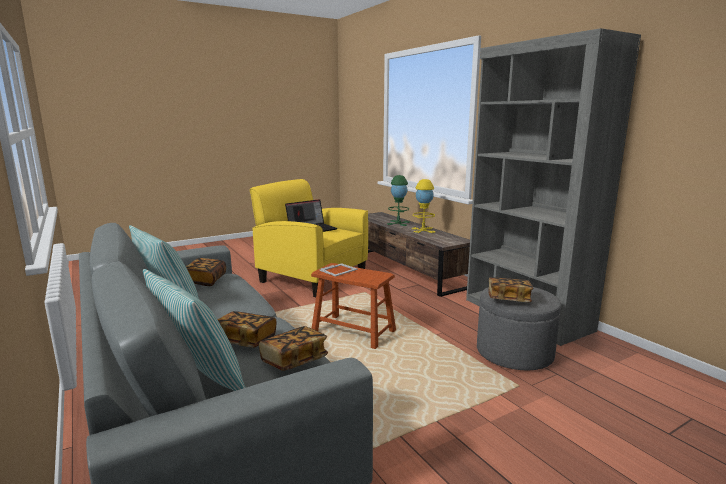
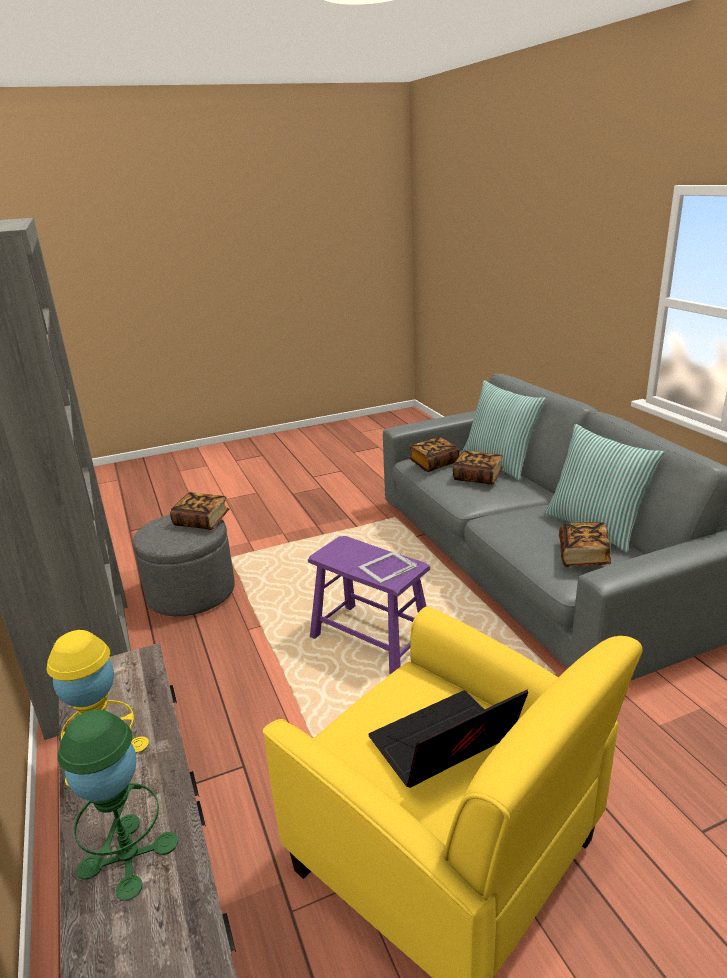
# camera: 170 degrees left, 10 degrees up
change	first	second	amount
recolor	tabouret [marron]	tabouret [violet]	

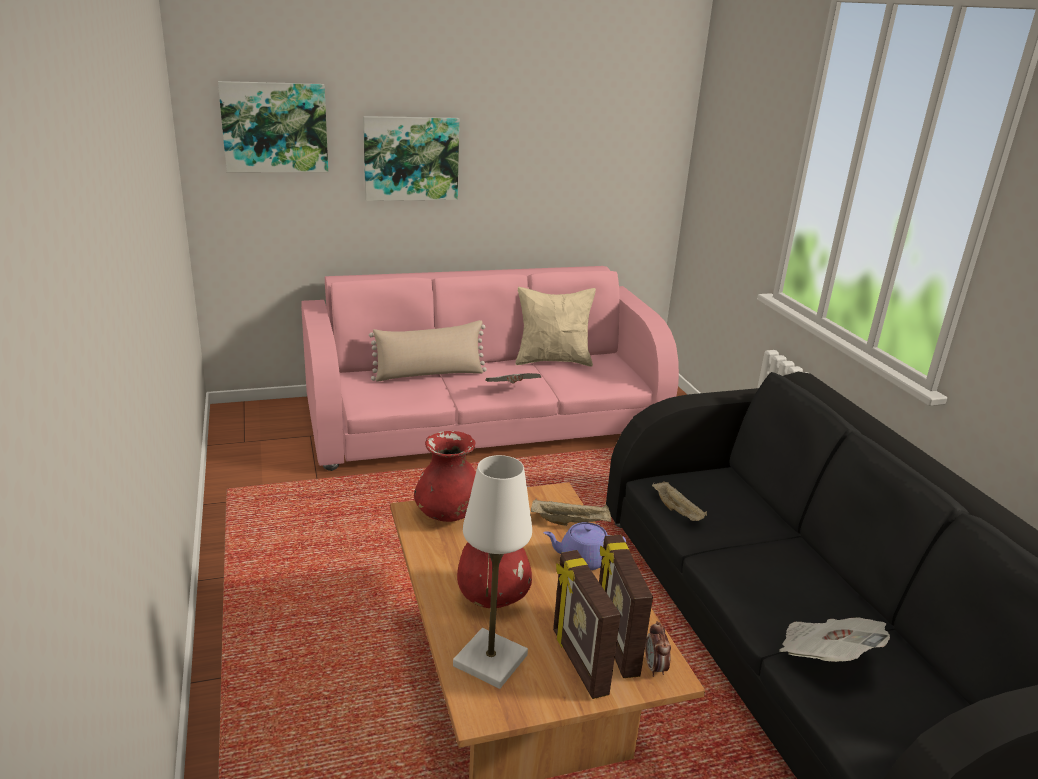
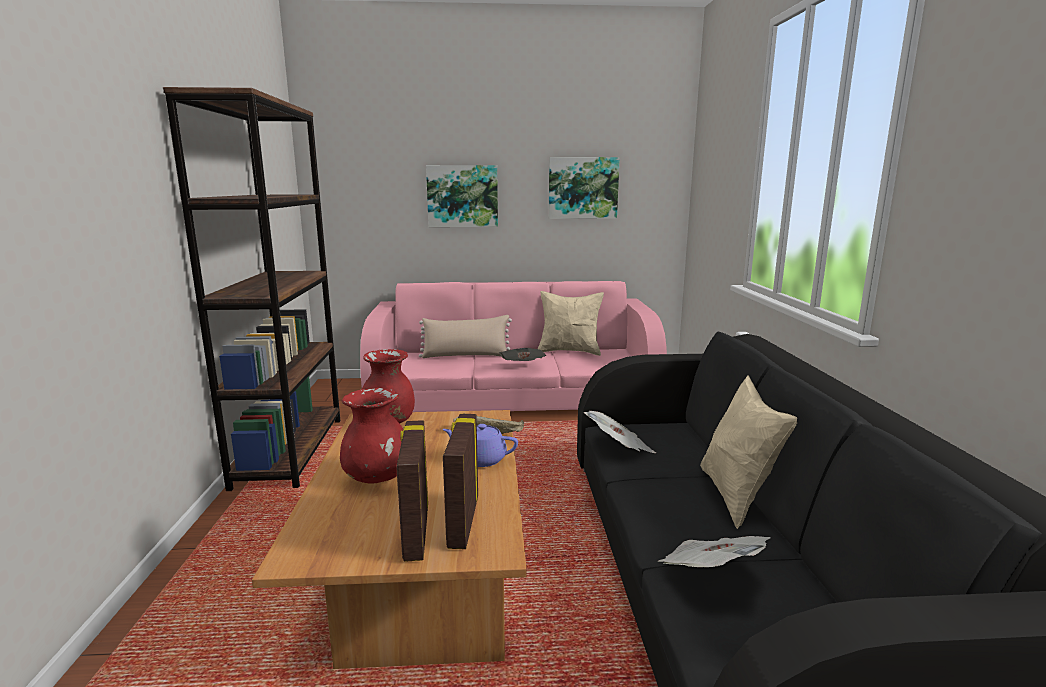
# camera: 15 degrees right, 10 degrees down
change	first	second	amount
delete	lampe de table [blanc]		
delete	réveil		
insert		bibliothèque [marron]	
insert		coussin [beige] (3rd from left)	
move	tableau (1st from left in the first image)	tableau (2nd from left)	
replace	plateau [beige] (2nd from left)	journal (2nd from left)	

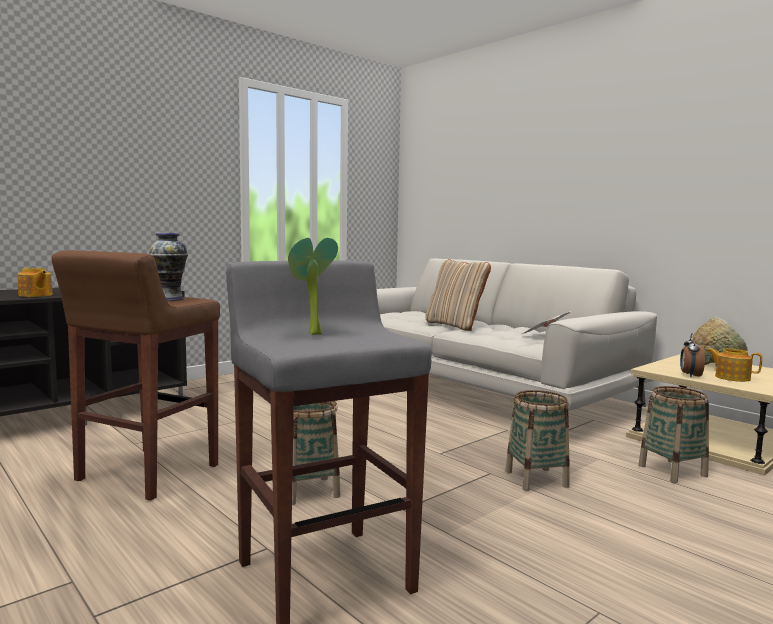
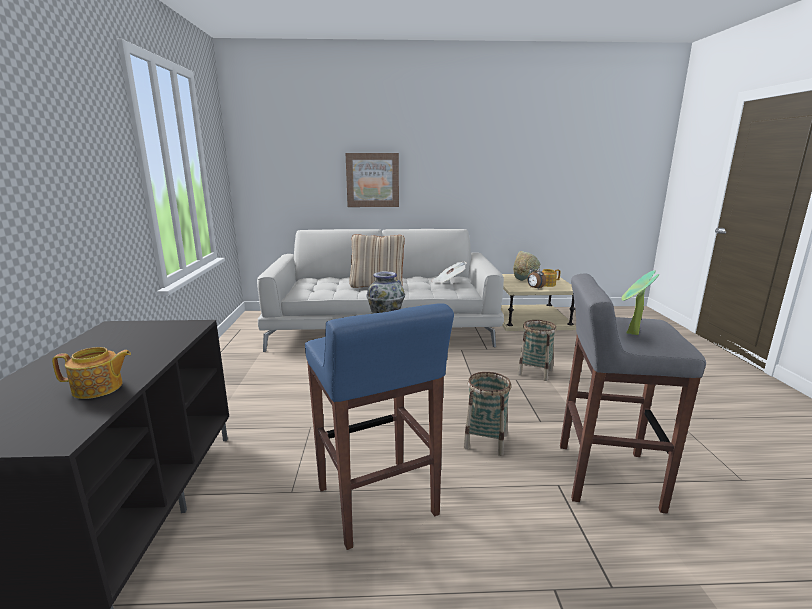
# camera: 50 degrees left, 10 degrees up
change	first	second	amount
delete	panier (3rd from left)		
insert		tableau	
recolor	tabouret [marron]	tabouret [bleu]	

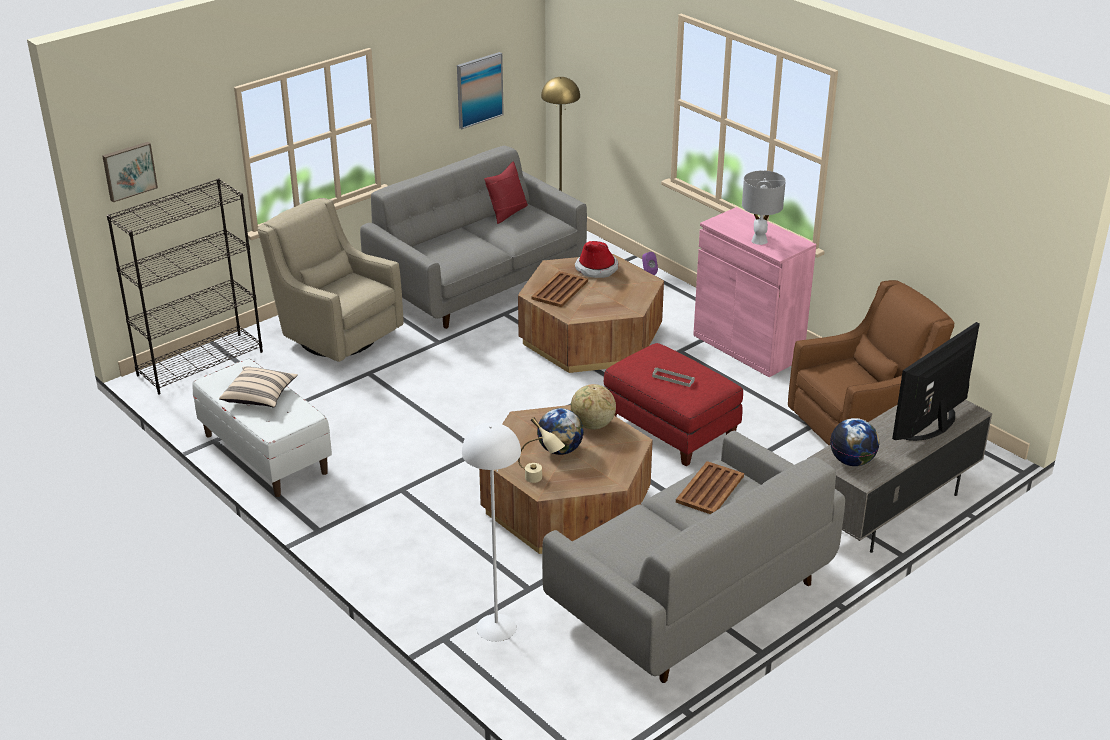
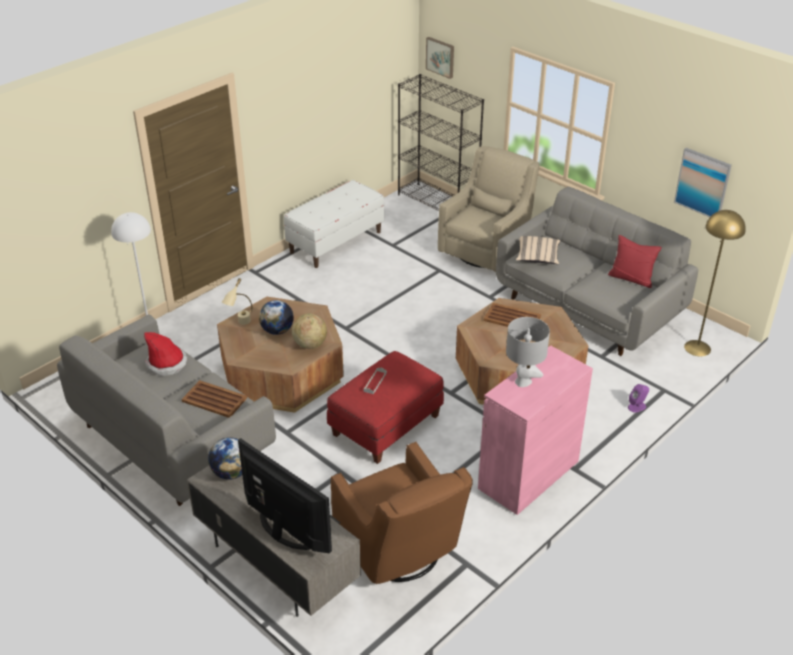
# camera: 85 degrees right, 5 degrees up
change	first	second	amount
move	coussin [beige]		
move	chapeau		

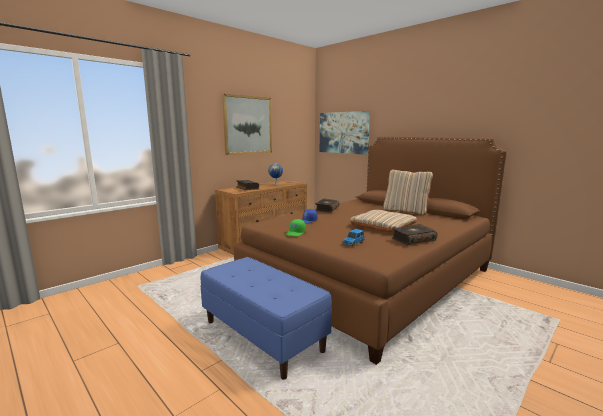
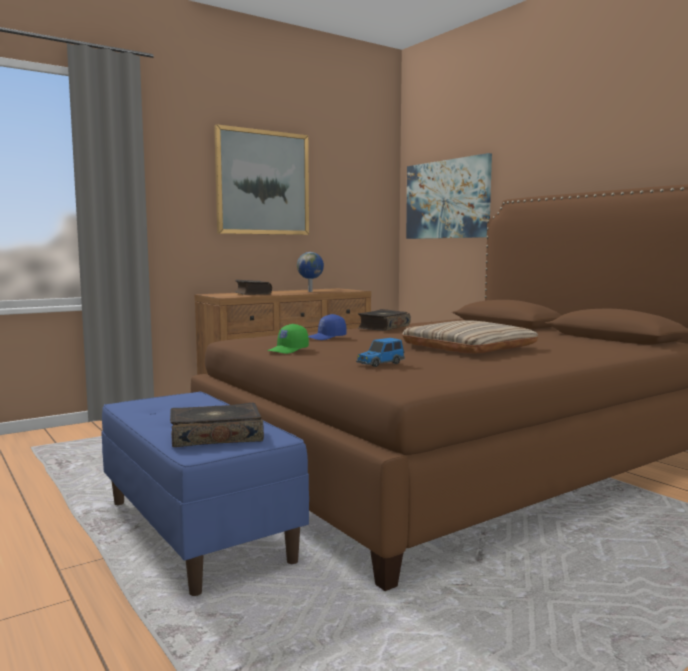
# camera: 10 degrees right, 5 degrees down
change	first	second	amount
delete	coussin [beige] (2nd from left)		
move	livre (3rd from left in the first image)	livre (1st from left)	

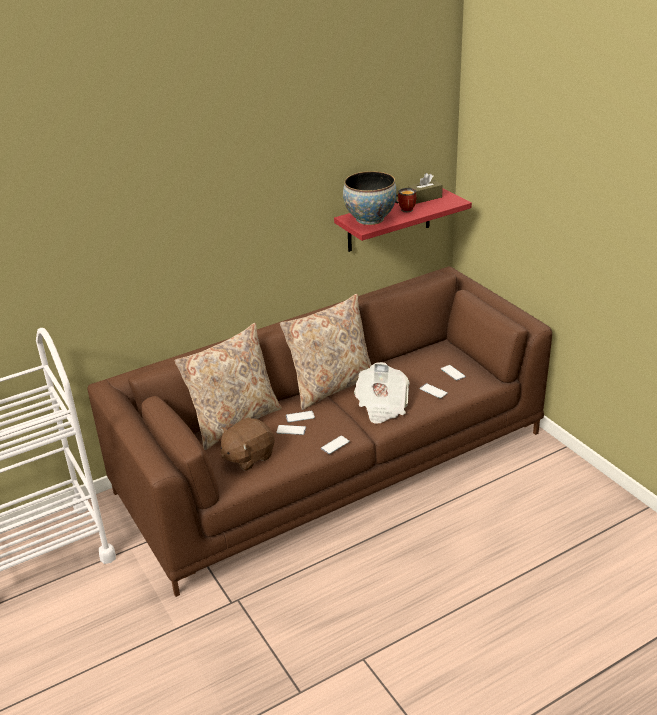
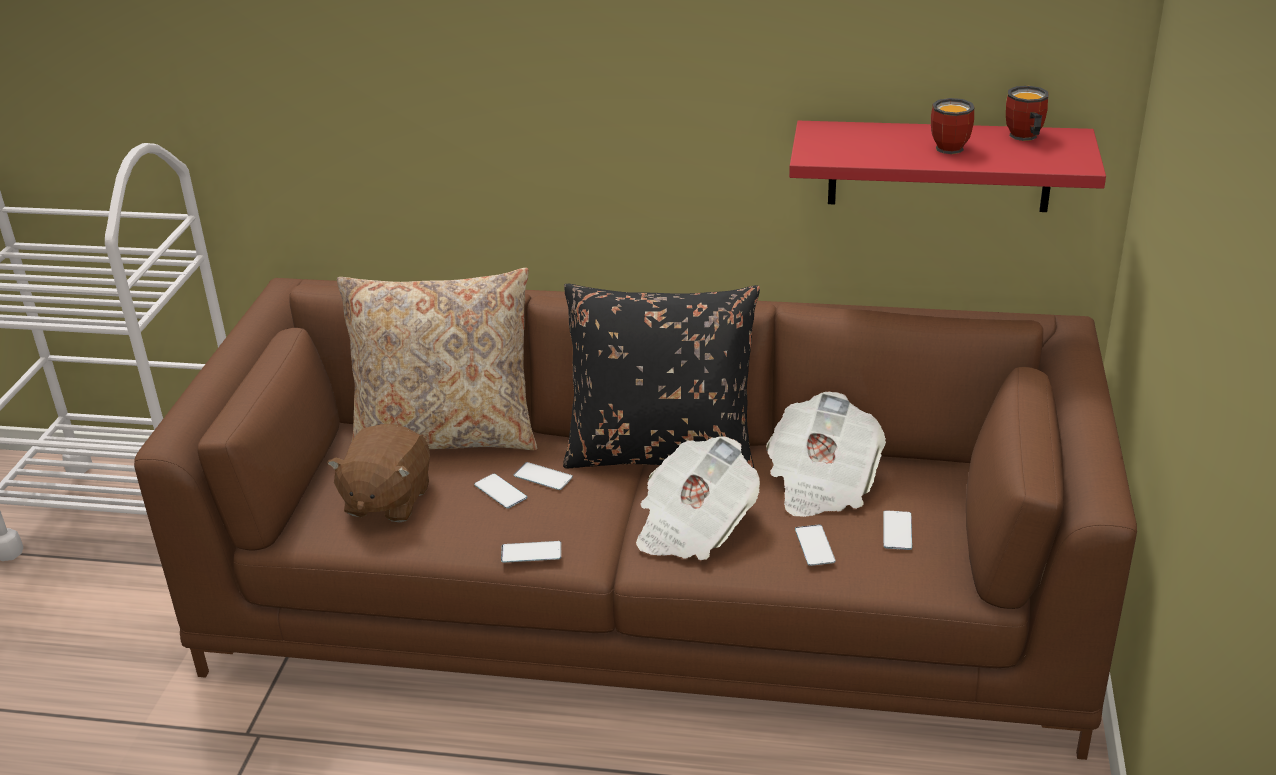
# camera: 40 degrees right, 0 degrees up
change	first	second	amount
delete	bol		
insert		journal (2nd from left)	
replace	boîte à mouchoirs [marron]	mug (2nd from left)	
recolor	coussin [beige] (2nd from left)	coussin [noir]	
rotate	peluche [marron]		75 degrees counterclockwise

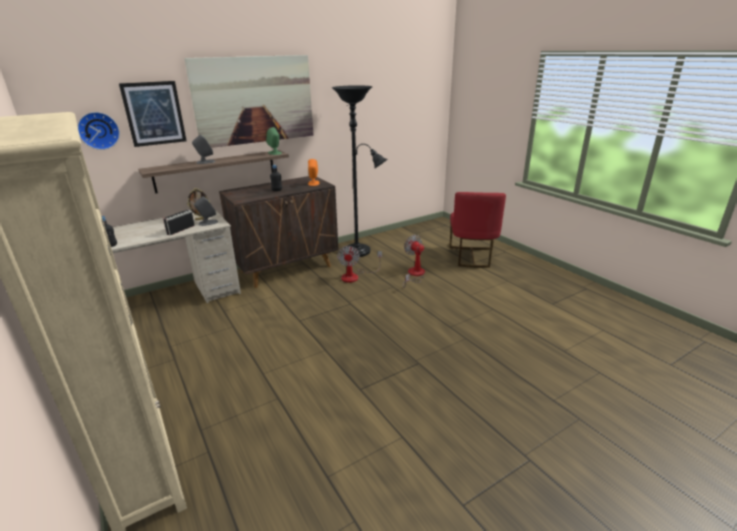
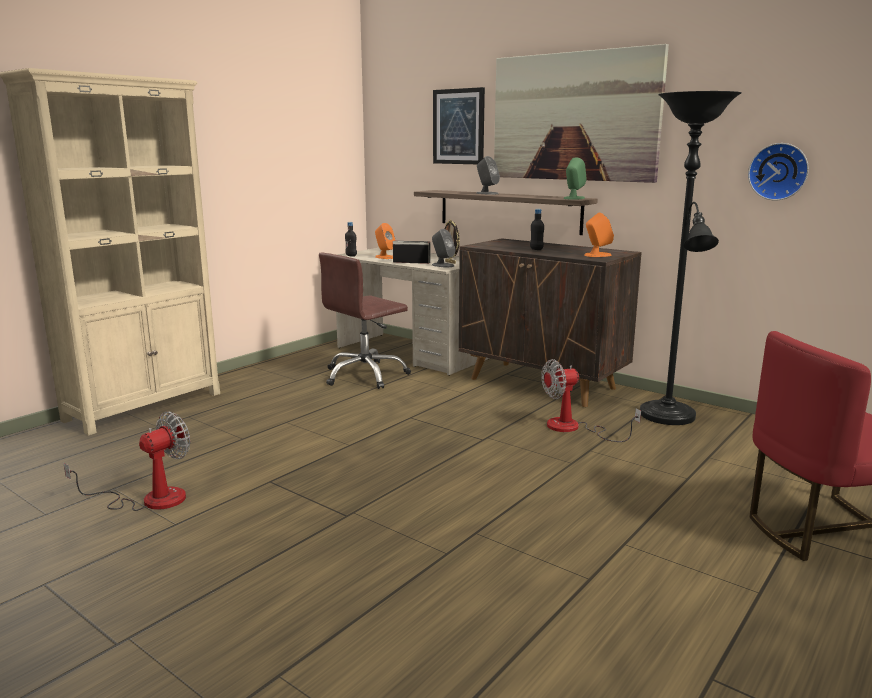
# camera: 70 degrees right, 10 degrees down
change	first	second	amount
insert		chaise de bureau [marron]	
insert		enceinte [orange] (1st from left)	
move	horloge murale		
move	ventilateur (2nd from left in the first image)	ventilateur (1st from left)	

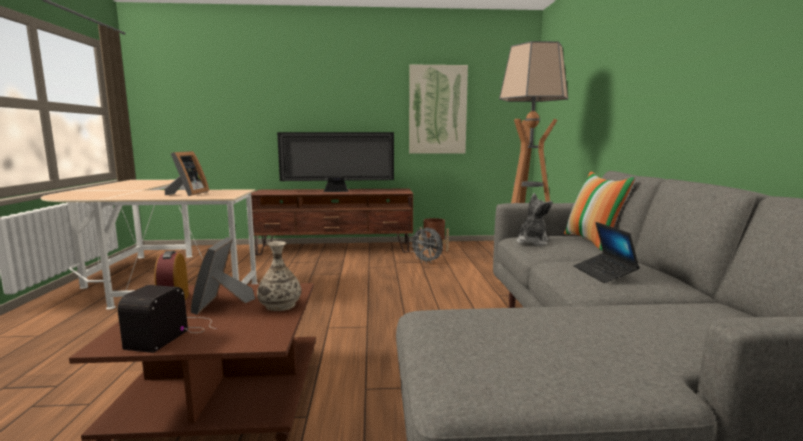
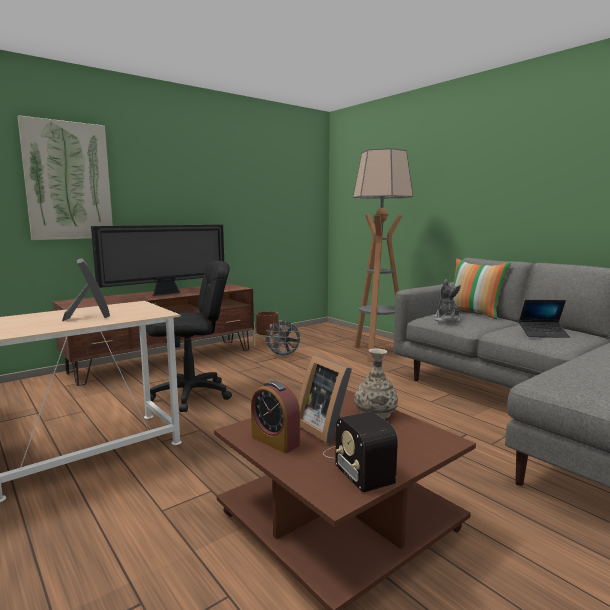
# camera: 35 degrees left, 0 degrees up
change	first	second	amount
insert		chaise de bureau [noir]	
move	tableau		
rotate	ordinateur portable		45 degrees counterclockwise

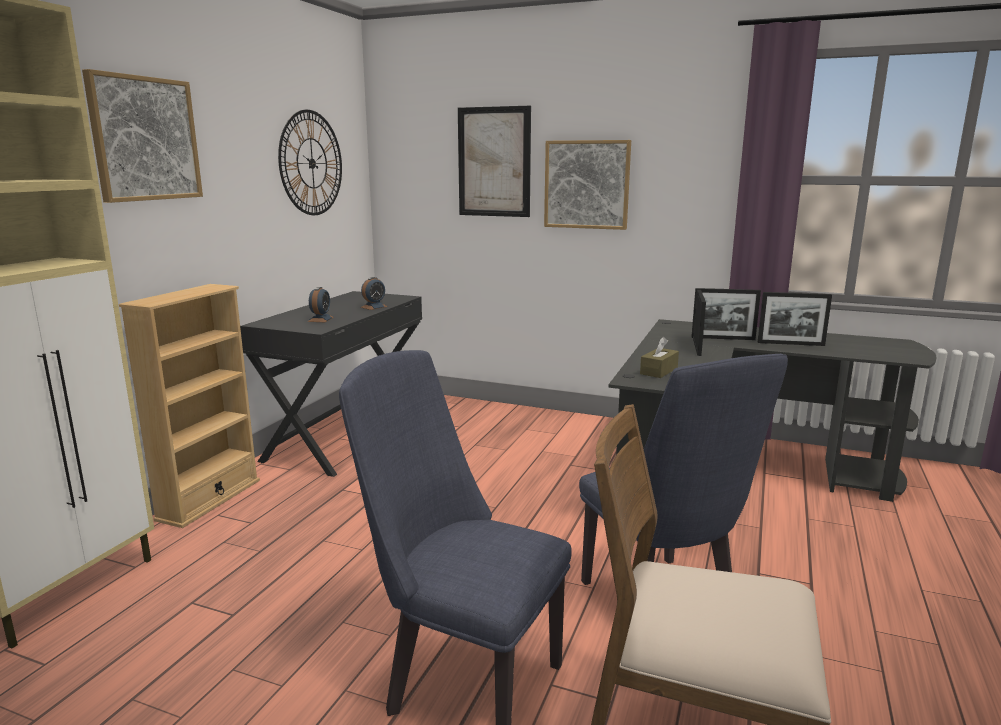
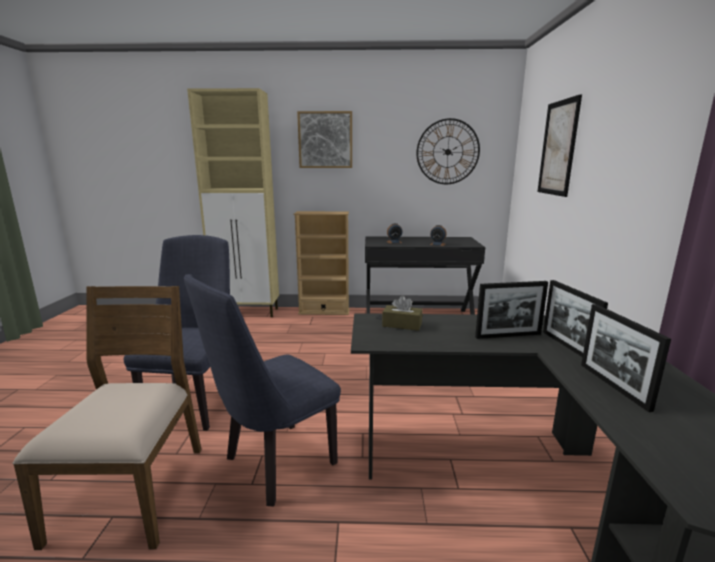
# camera: 70 degrees right, 0 degrees up
change	first	second	amount
delete	tableau (3rd from left)		

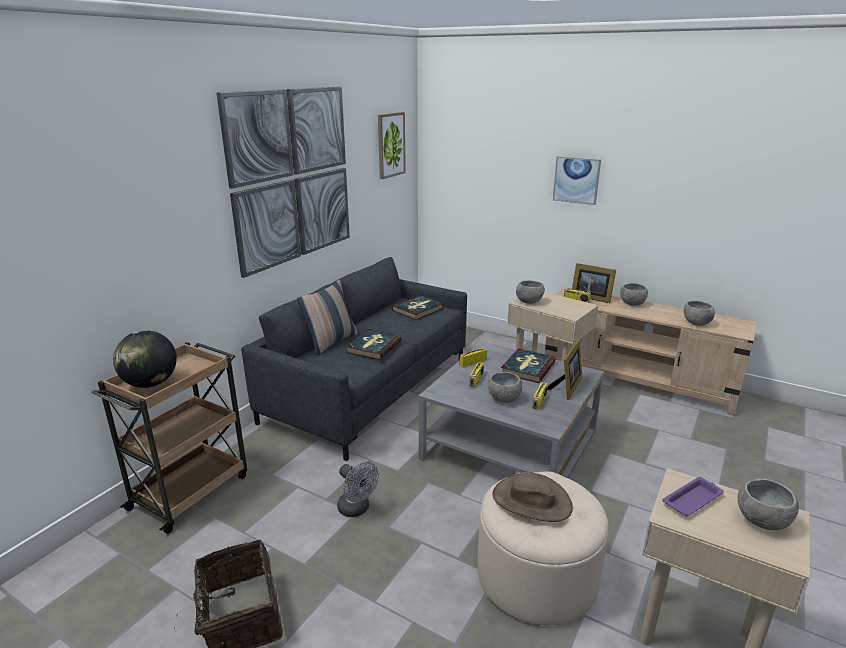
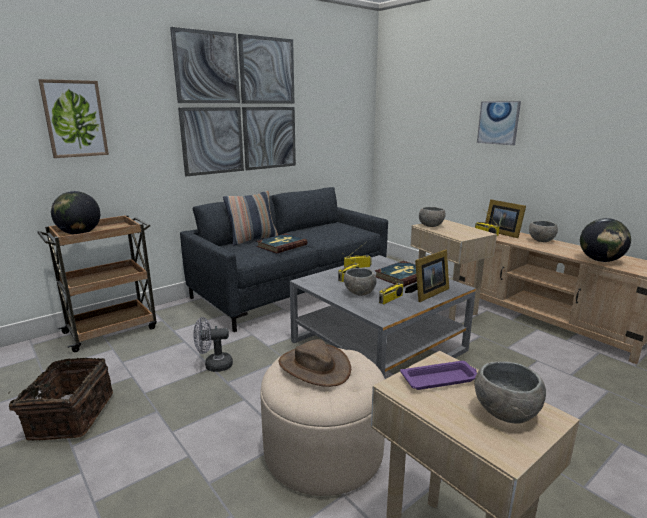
# camera: 20 degrees right, 5 degrees down
change	first	second	amount
delete	livre (2nd from left)		
move	tableau (2nd from left in the first image)	tableau (1st from left)	
replace	bol [gris] (4th from left)	globe (2nd from left)	
rotate	ventilateur [gris]		105 degrees clockwise

